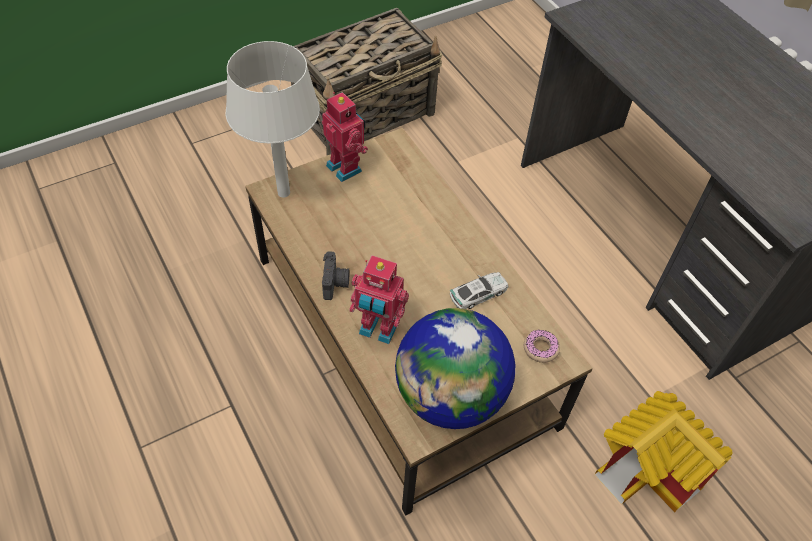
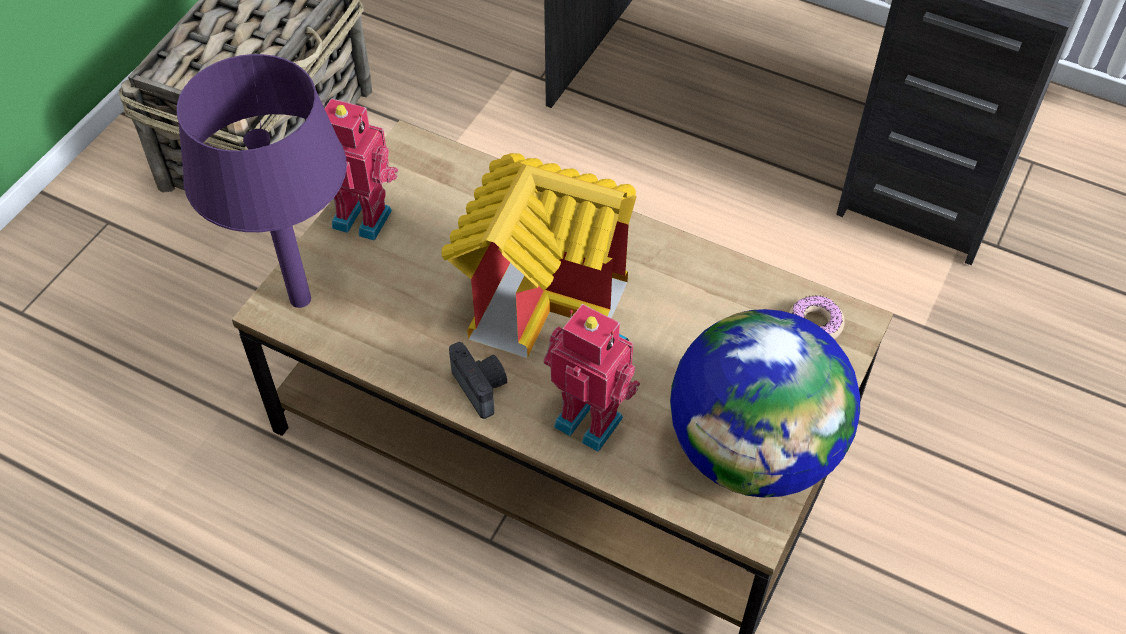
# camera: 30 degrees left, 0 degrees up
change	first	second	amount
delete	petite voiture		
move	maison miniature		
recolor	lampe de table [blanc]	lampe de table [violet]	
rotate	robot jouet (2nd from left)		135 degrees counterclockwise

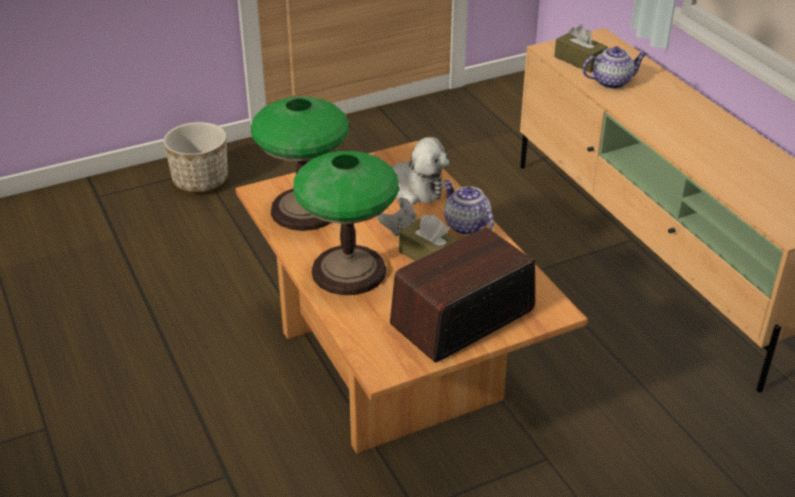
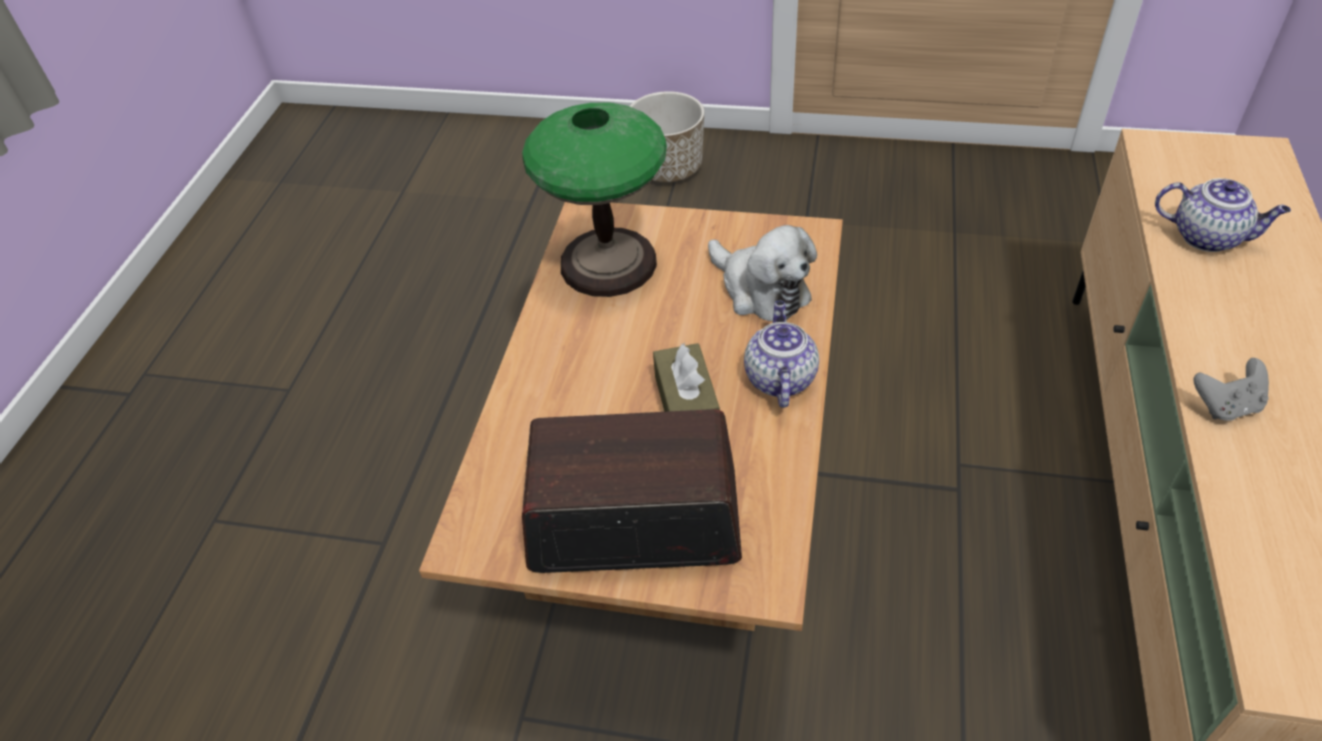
# camera: 40 degrees right, 10 degrees up
change	first	second	amount
delete	lampe de table (2nd from left)		
delete	boîte à mouchoirs [marron] (2nd from left)		
move	manette [gris]		

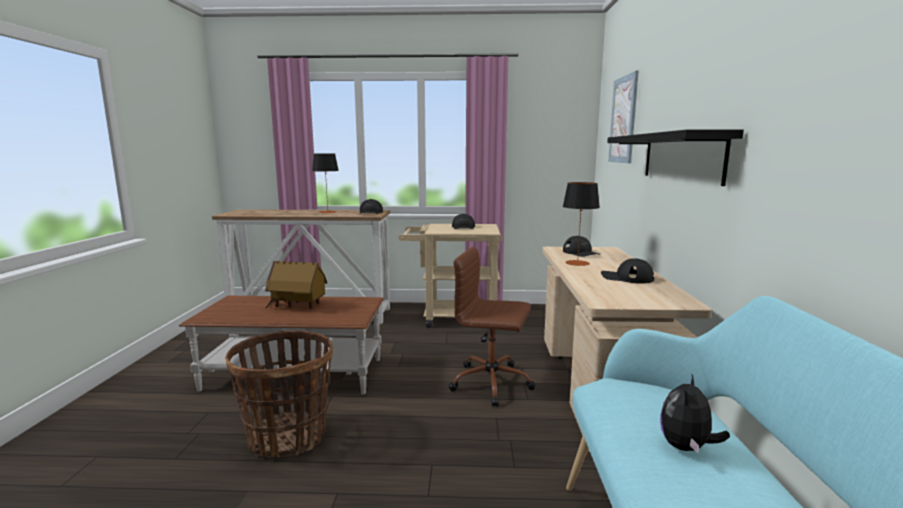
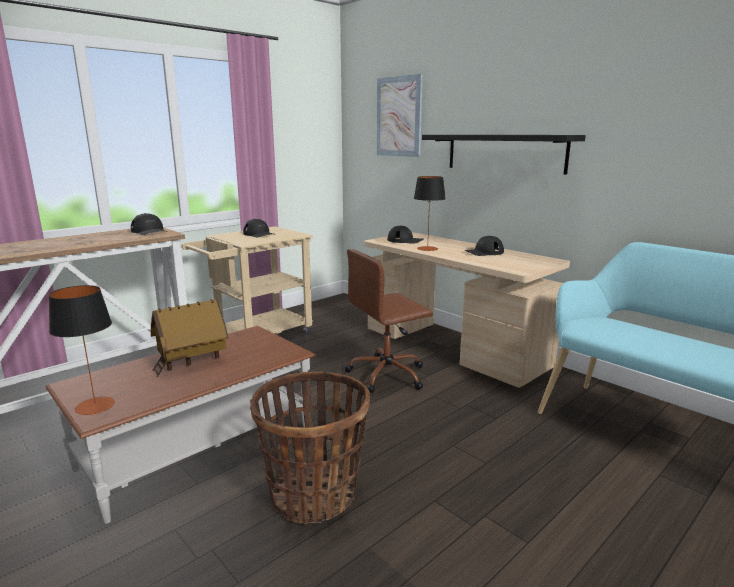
# camera: 45 degrees left, 5 degrees up
change	first	second	amount
delete	peluche		
move	lampe de table (1st from left)		

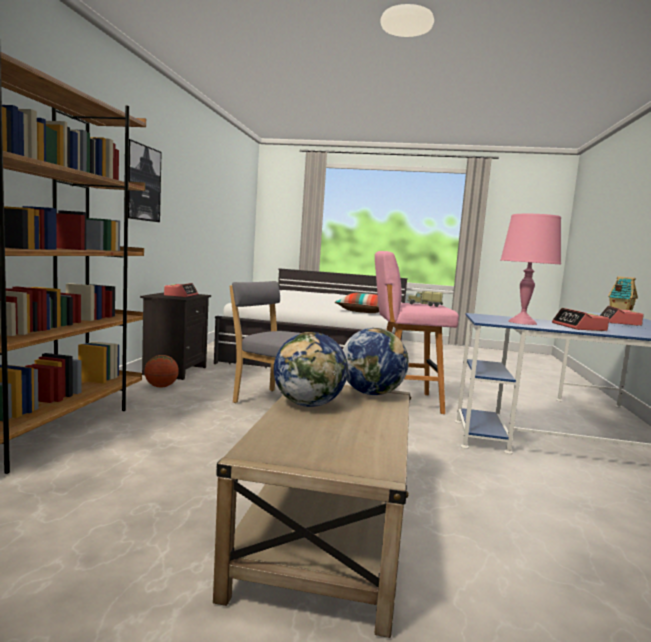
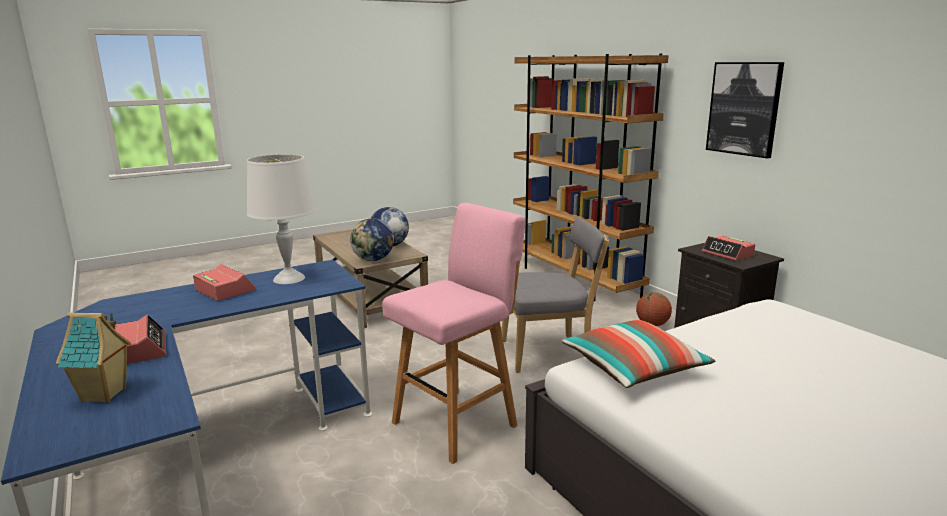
# camera: 140 degrees right, 10 degrees up
change	first	second	amount
delete	camion jouet		
recolor	lampe de table [rose]	lampe de table [blanc]	

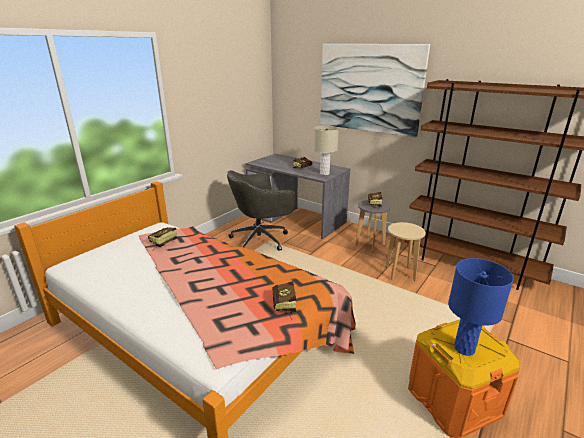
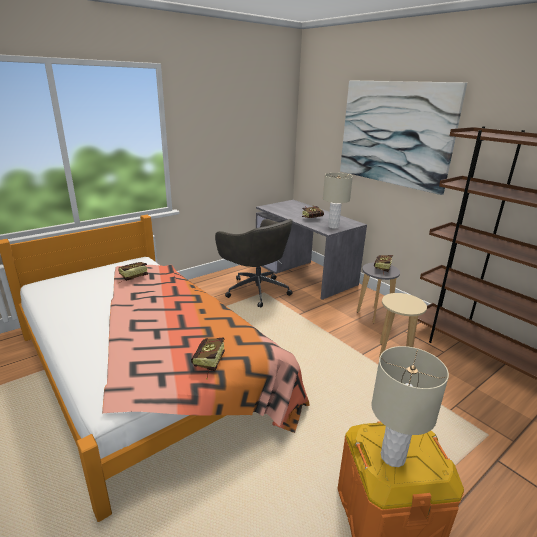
# camera: 15 degrees right, 0 degrees up
change	first	second	amount
recolor	lampe de table [bleu]	lampe de table [beige] (2nd from left)	
rotate	chaise de bureau [gris]		120 degrees counterclockwise

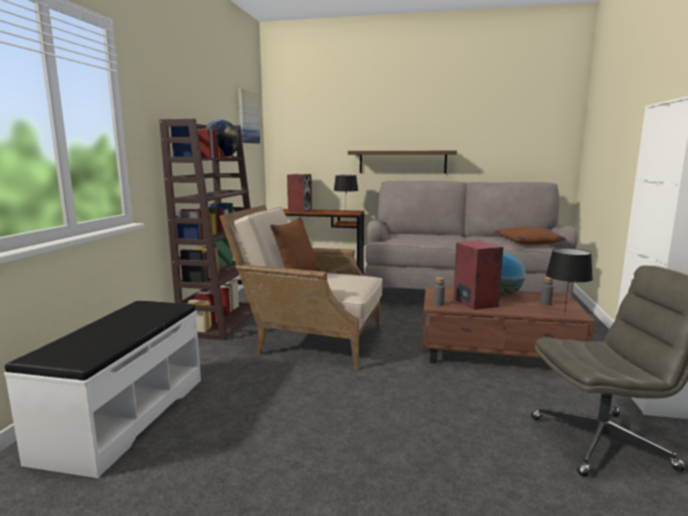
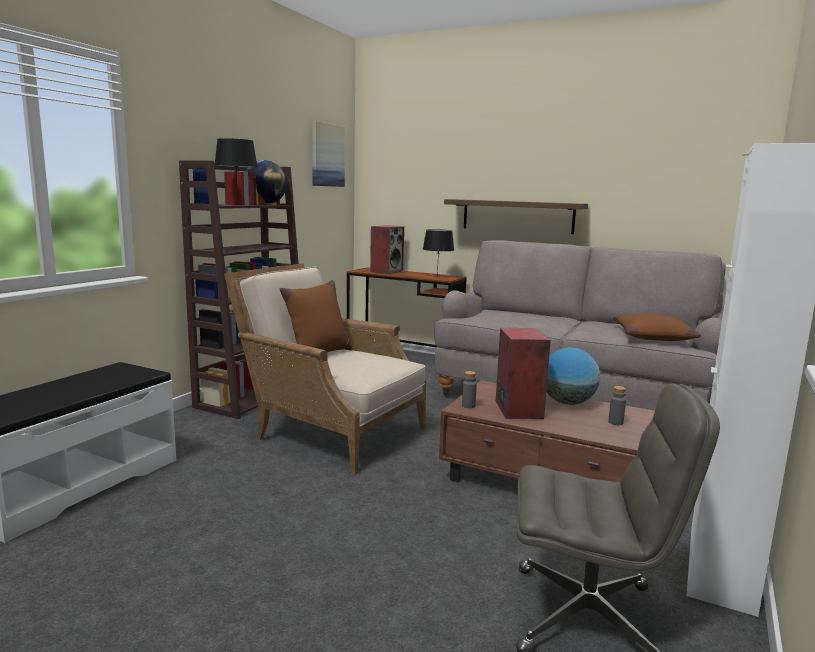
# camera: 15 degrees right, 0 degrees up
change	first	second	amount
move	lampe de table [noir] (2nd from left in the first image)	lampe de table [noir] (1st from left)	

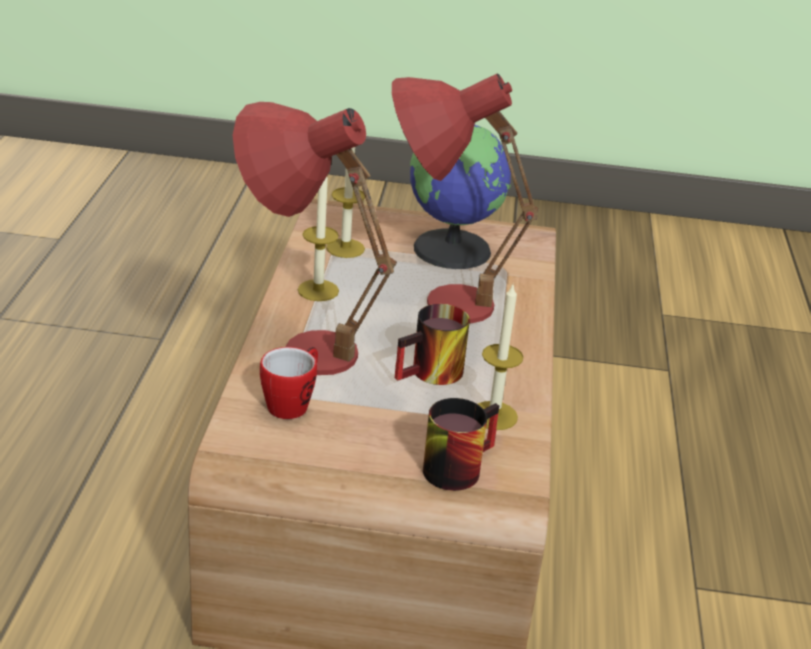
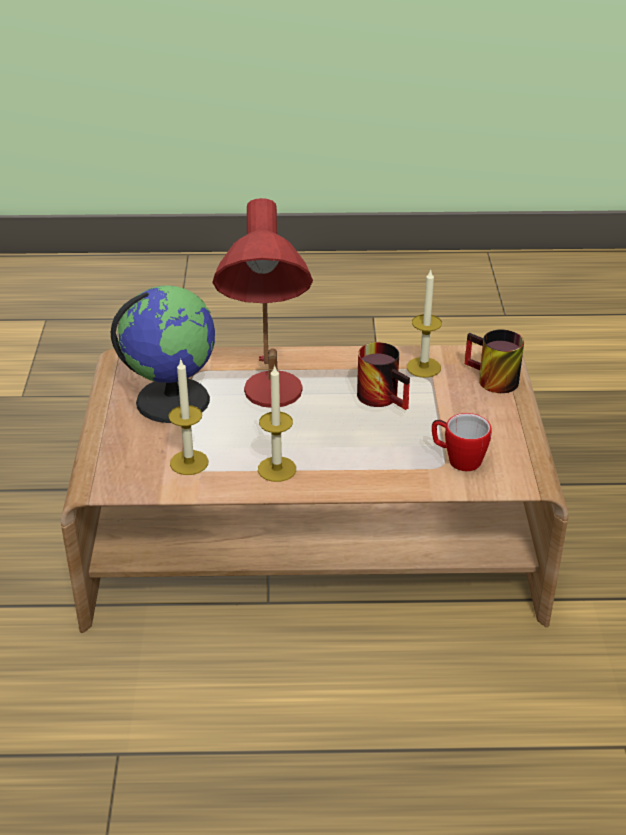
# camera: 95 degrees left, 5 degrees up
change	first	second	amount
delete	lampe de table [rouge] (1st from left)		

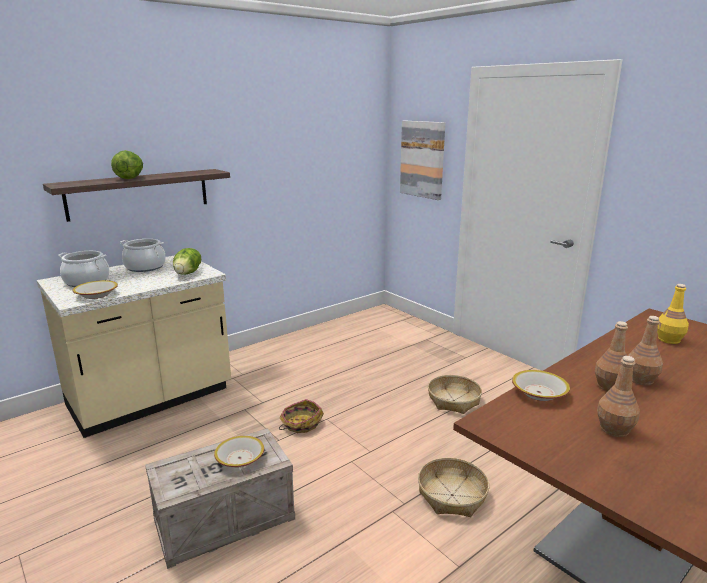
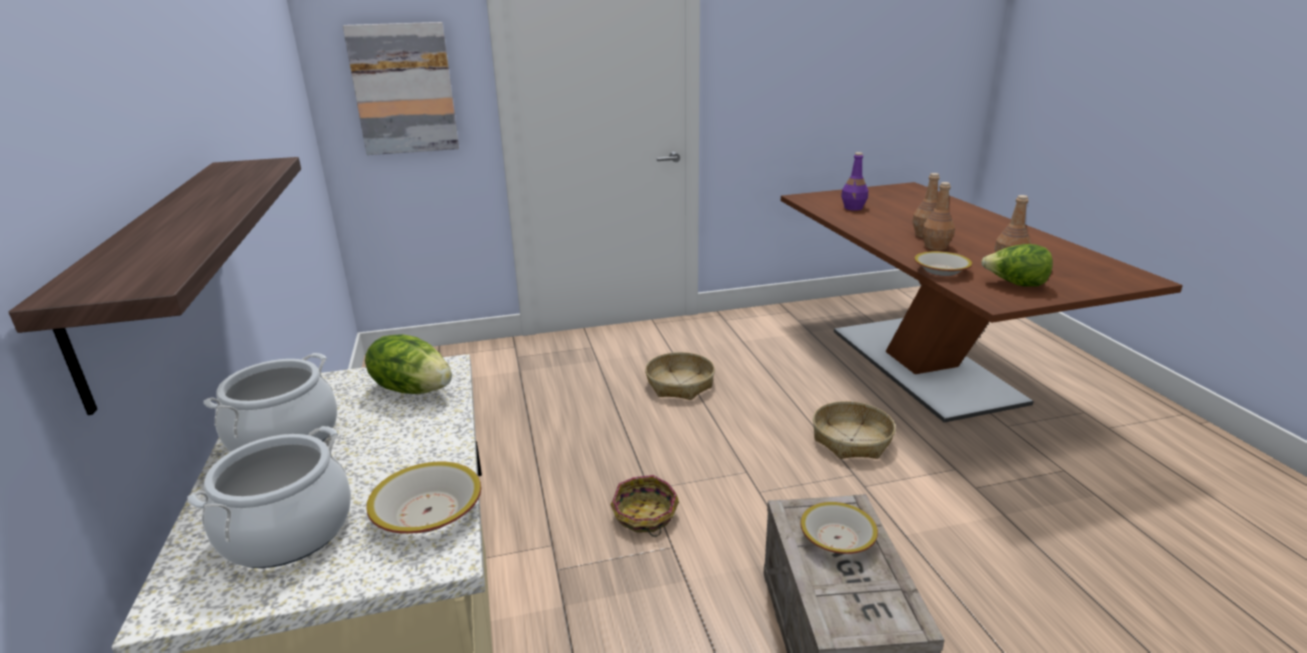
# camera: 65 degrees left, 5 degrees up
change	first	second	amount
move	laitue (1st from left in the first image)	laitue (2nd from left)	
recolor	bouteille [jaune]	bouteille [violet]	

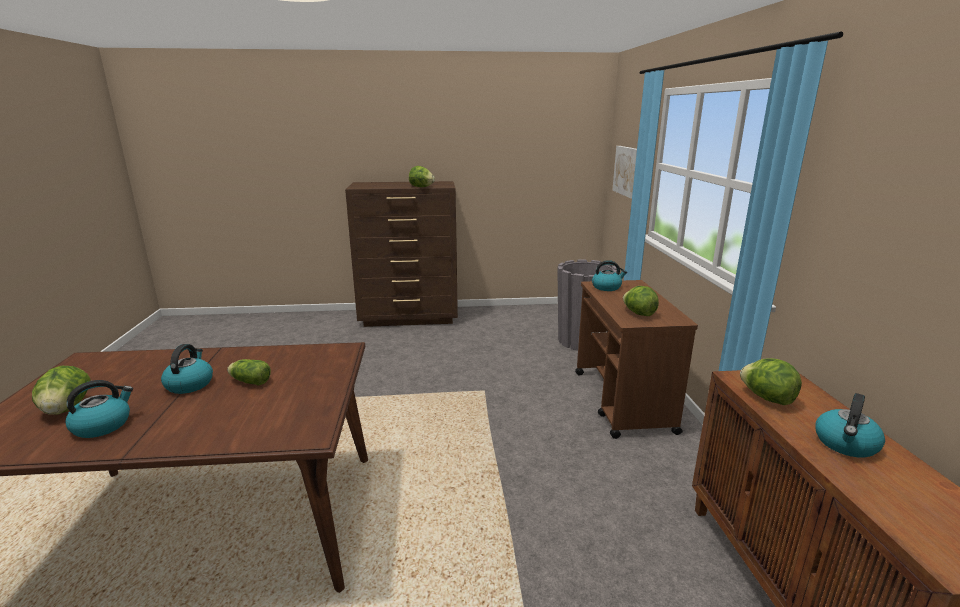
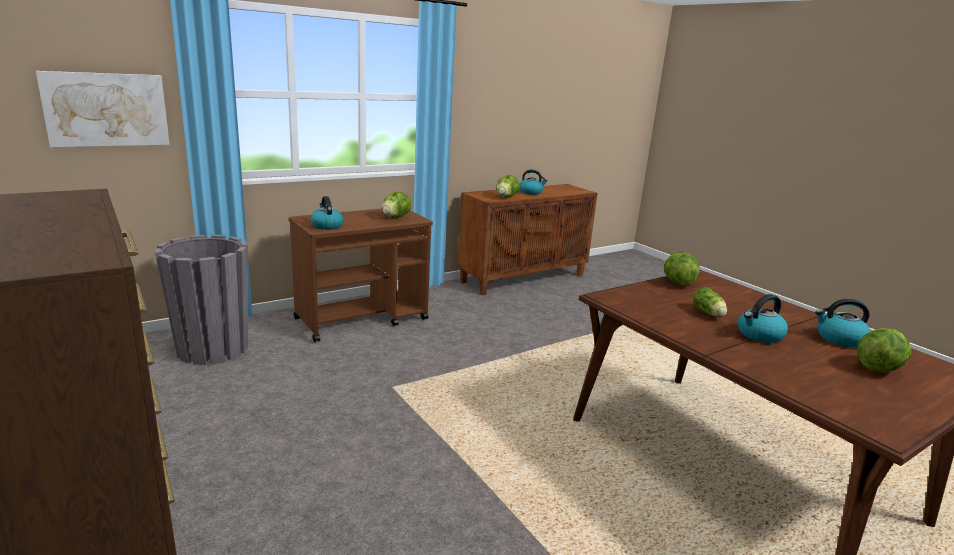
# camera: 120 degrees left, 0 degrees up
change	first	second	amount
move	laitue (3rd from left)		

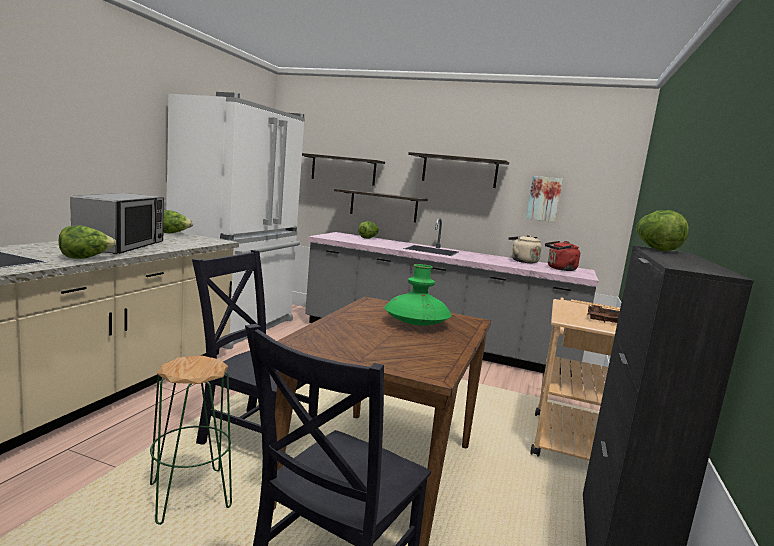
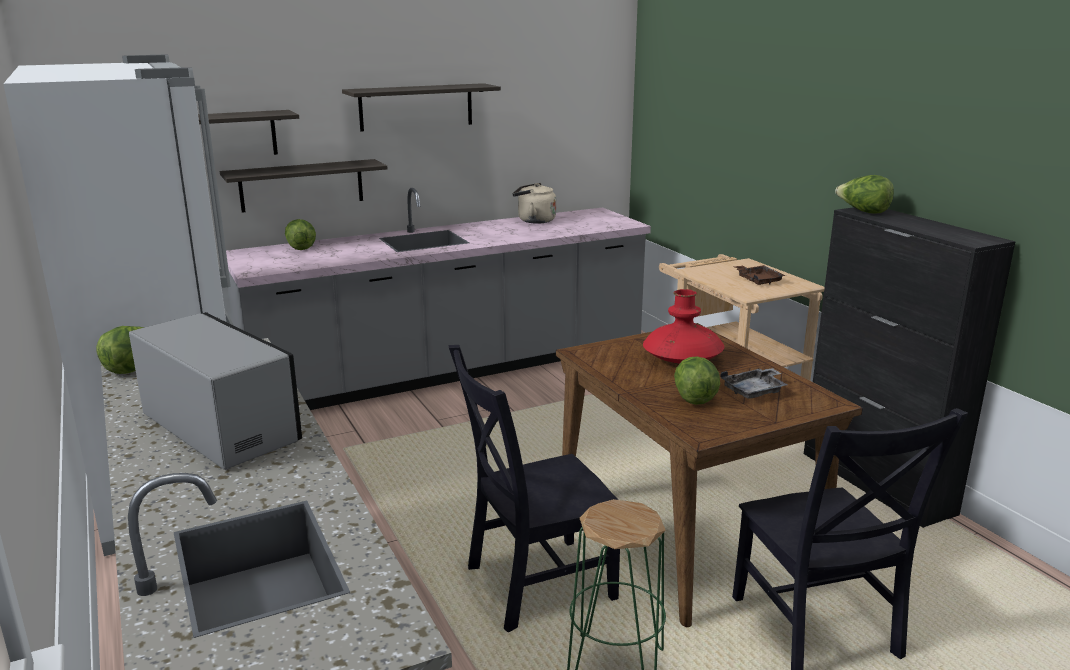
# camera: 45 degrees left, 10 degrees up
change	first	second	amount
delete	tableau		
delete	bouilloire [rouge]		
insert		plateau [gris]	
move	laitue (1st from left in the first image)	laitue (3rd from left)	
recolor	vase [vert]	vase [rouge]	

